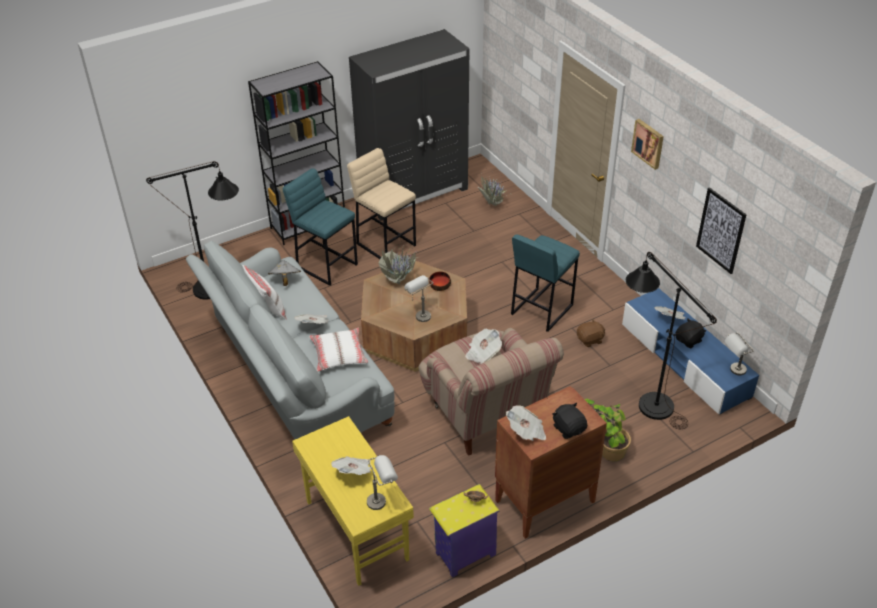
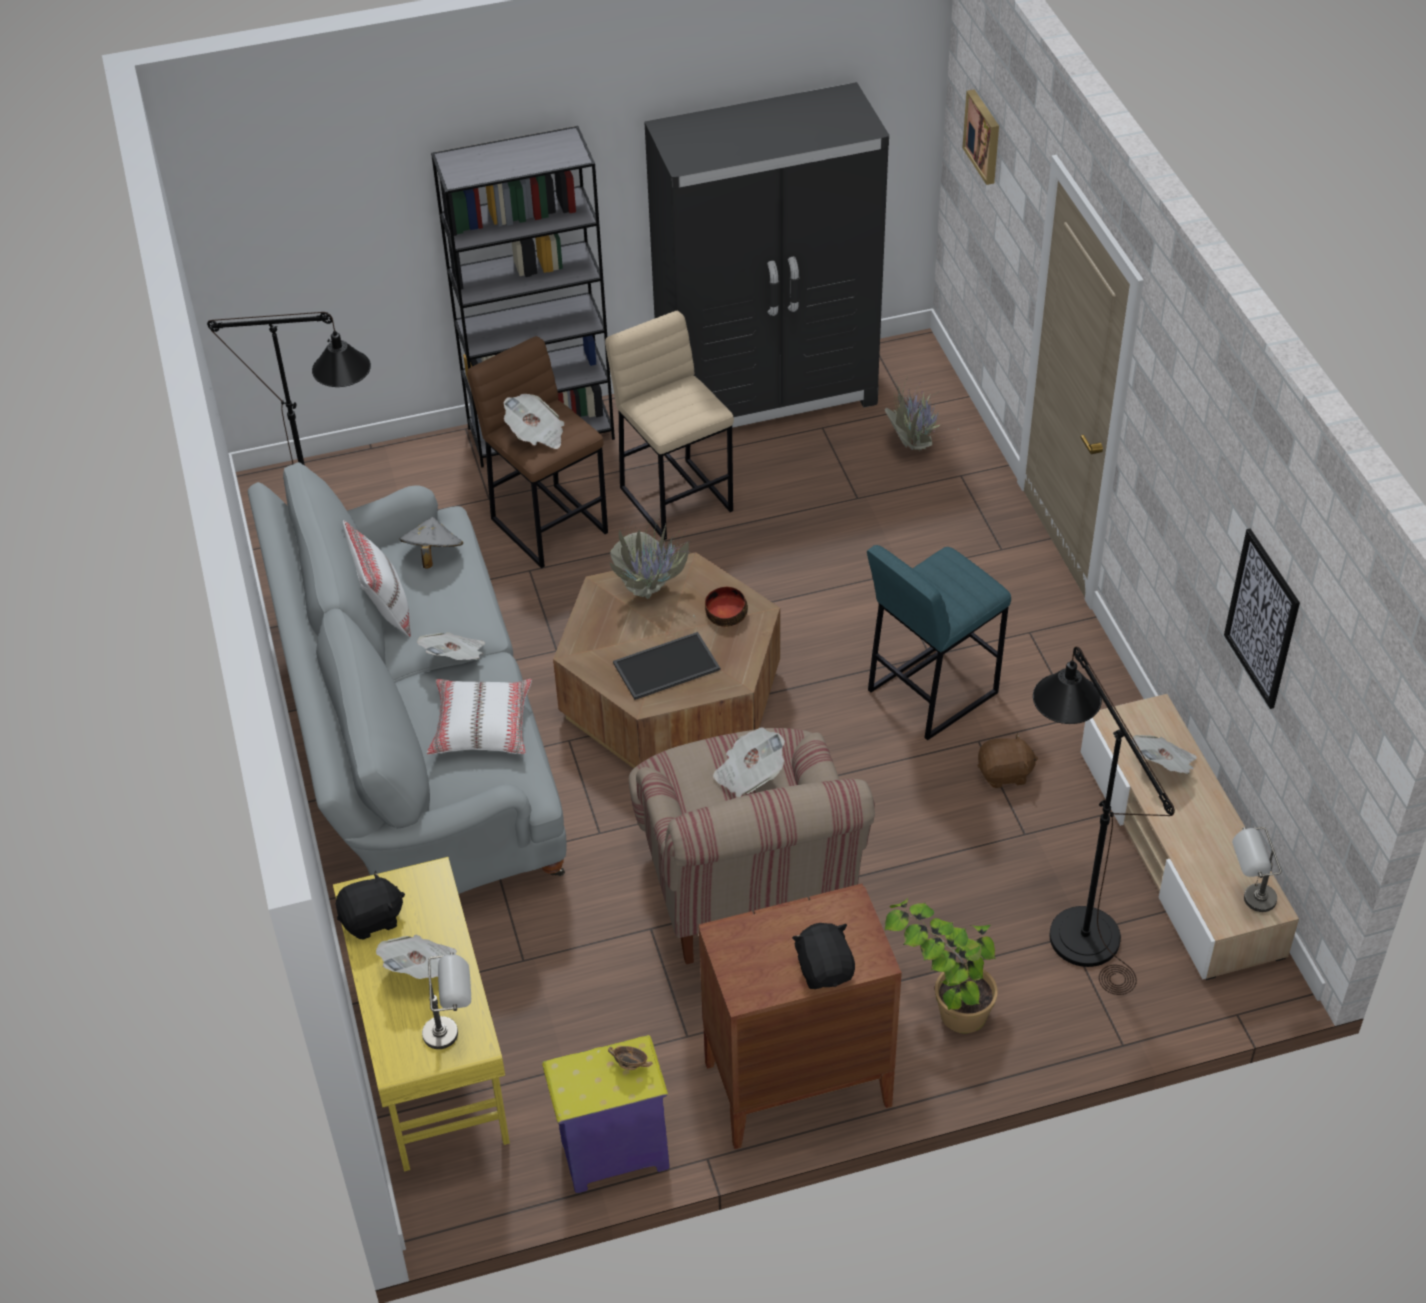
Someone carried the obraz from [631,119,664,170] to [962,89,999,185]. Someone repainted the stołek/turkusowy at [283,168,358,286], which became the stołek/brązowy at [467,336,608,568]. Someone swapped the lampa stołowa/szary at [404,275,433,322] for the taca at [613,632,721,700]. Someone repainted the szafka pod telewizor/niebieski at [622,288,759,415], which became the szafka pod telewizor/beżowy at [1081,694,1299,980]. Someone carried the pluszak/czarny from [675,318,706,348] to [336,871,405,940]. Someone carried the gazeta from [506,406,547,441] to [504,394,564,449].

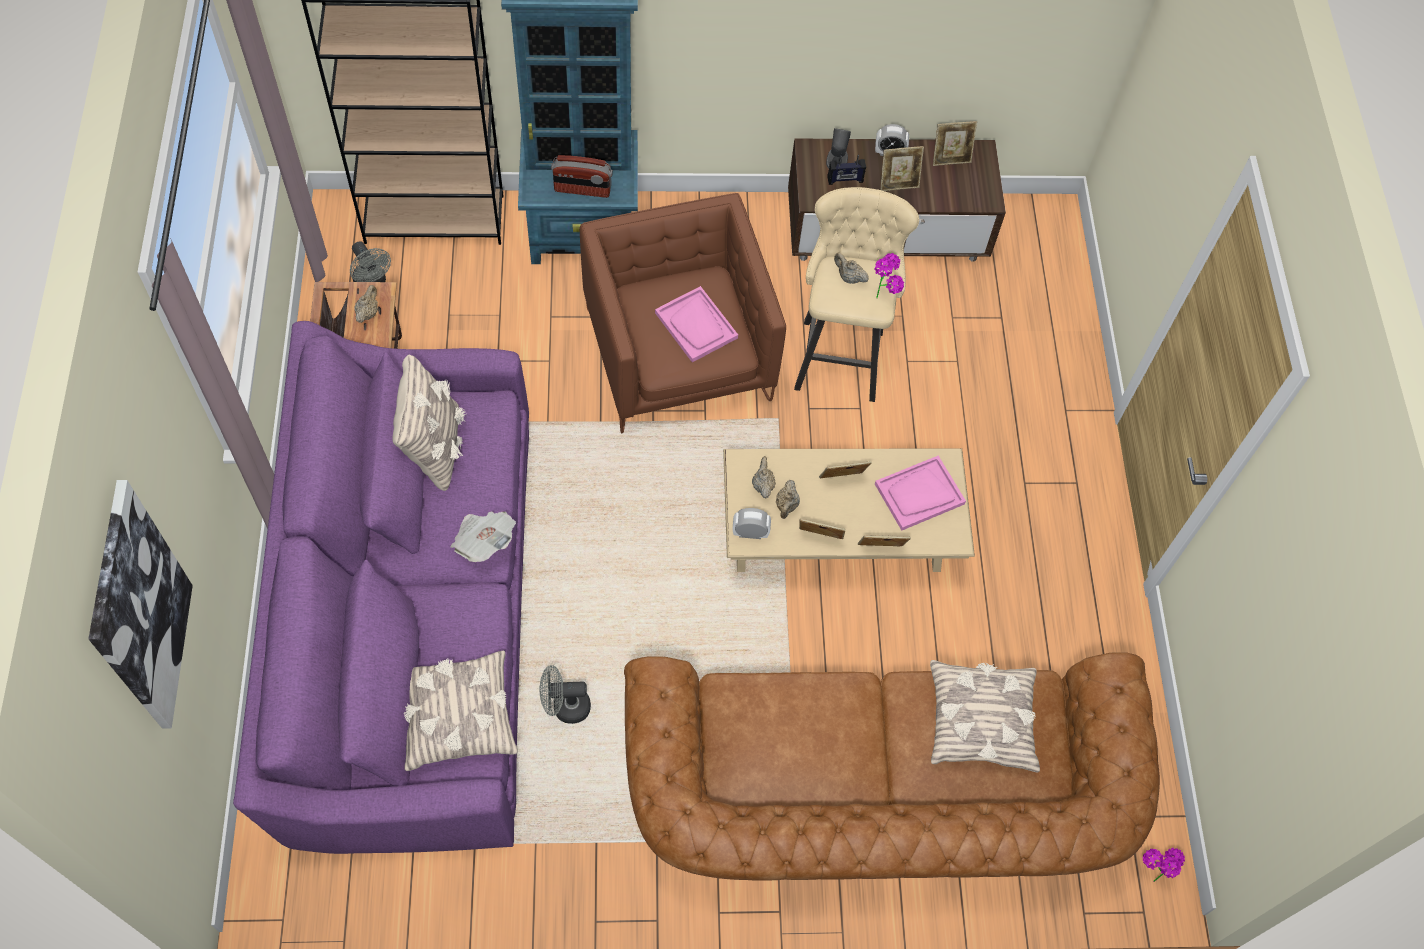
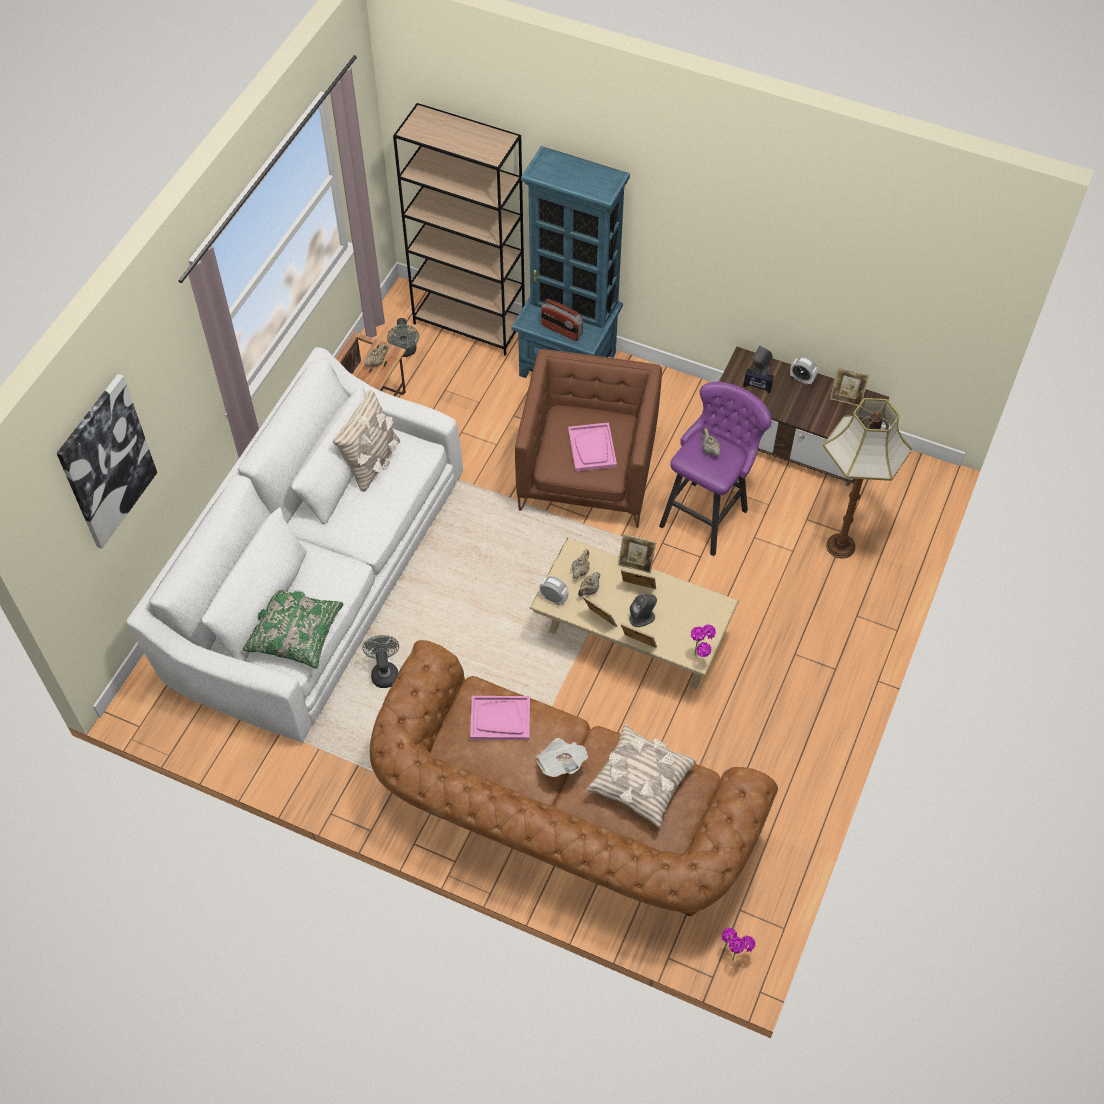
Someone carried the ramka na zdjęcie from [880,146,924,191] to [618,534,656,574]. Someone repainted the stołek/beżowy at [794,187,919,402], which became the stołek/fioletowy at [659,382,772,556]. Someone carried the roślina doniczkowa from [874,253,904,298] to [691,624,716,657]. Someone repainted the kanapa/fioletowy at [233,321,529,854], which became the kanapa/biały at [126,347,463,743]. Someone carried the taca/różowy from [875,456,966,531] to [470,696,530,740]. Someone carried the gazeta from [450,511,516,562] to [535,738,588,777]. Someone repainted the poduszka/beżowy at [404,651,518,771], which became the poduszka/zielony at [243,589,343,669]. Someone rotated the wentylator/szary at [540,665,591,724] by 60 degrees clockwise. Someone put down the lampa stojąca at [823,398,912,559]. Someone put down the głośnik/szary at [629,594,657,627].

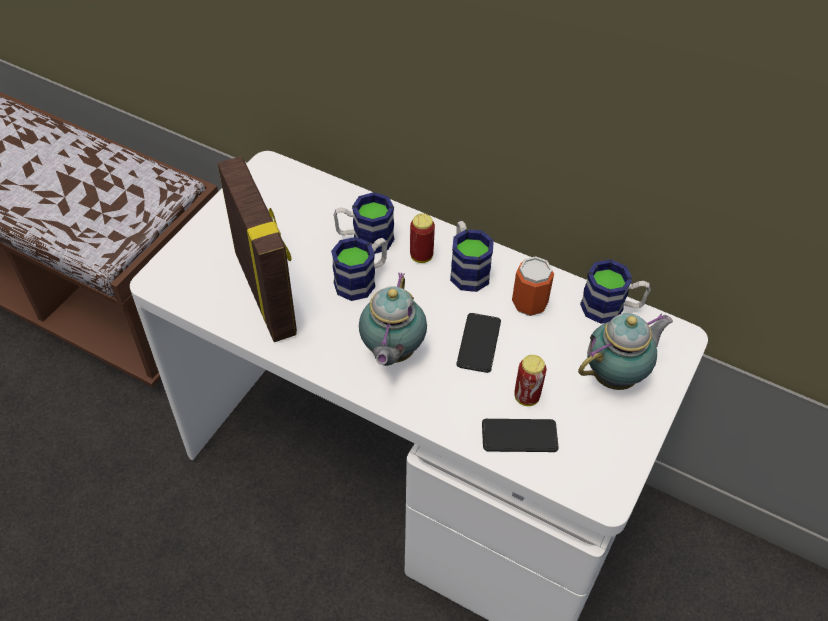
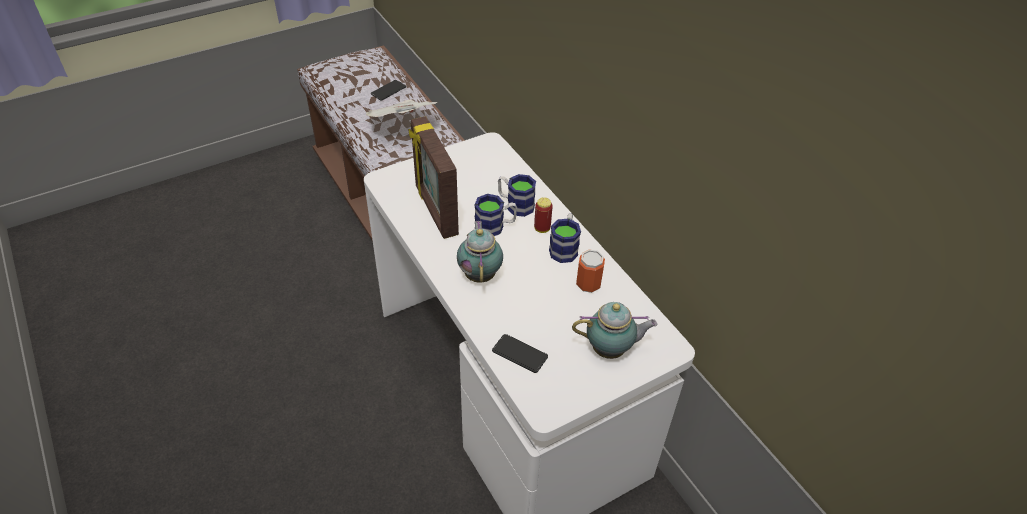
Someone rotated the ramka na zdjęcie at [217,156,297,342] by 150 degrees clockwise. Someone took away the kubek at [580,259,651,324]. Someone rotated the imbryk at [359,272,427,366] by 135 degrees clockwise. Someone carried the telefon from [456,313,501,373] to [371,80,406,100]. Someone took away the puszka at [514,355,546,406]. Someone put down the gazeta at [366,100,437,117].

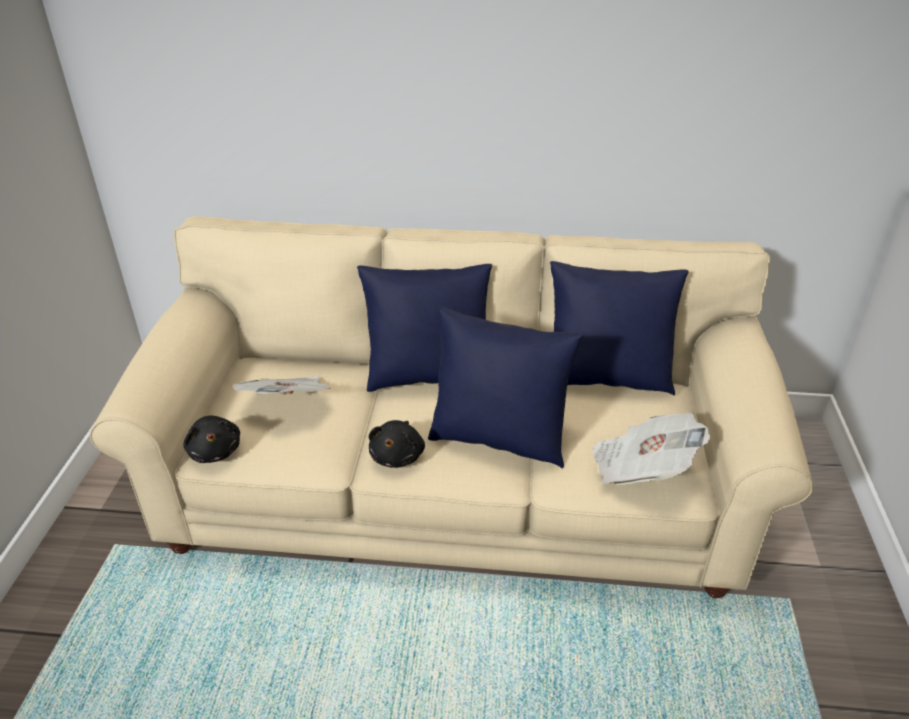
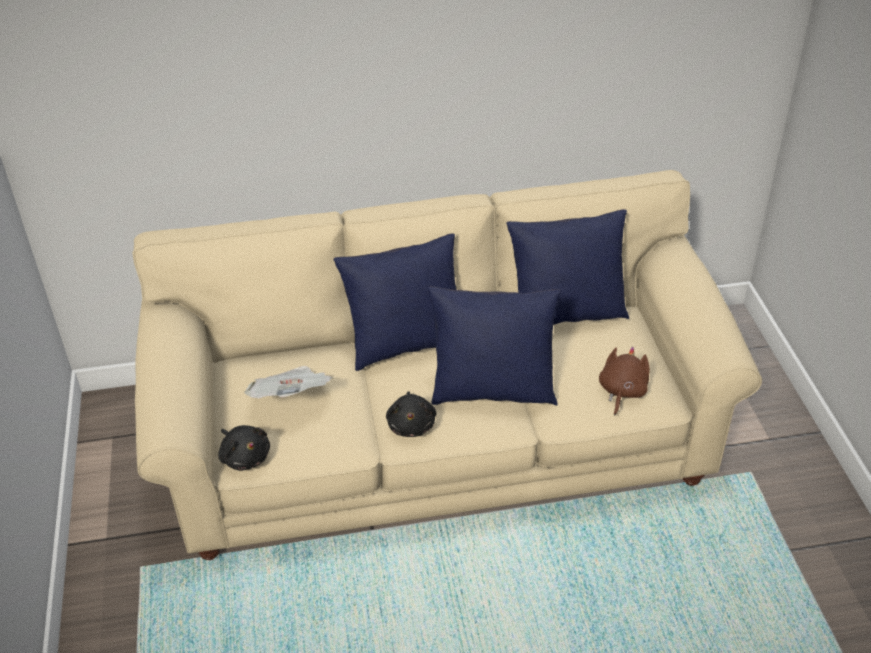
Someone swapped the gazeta at [592,413,710,485] for the pluszak/brązowy at [599,347,650,416].

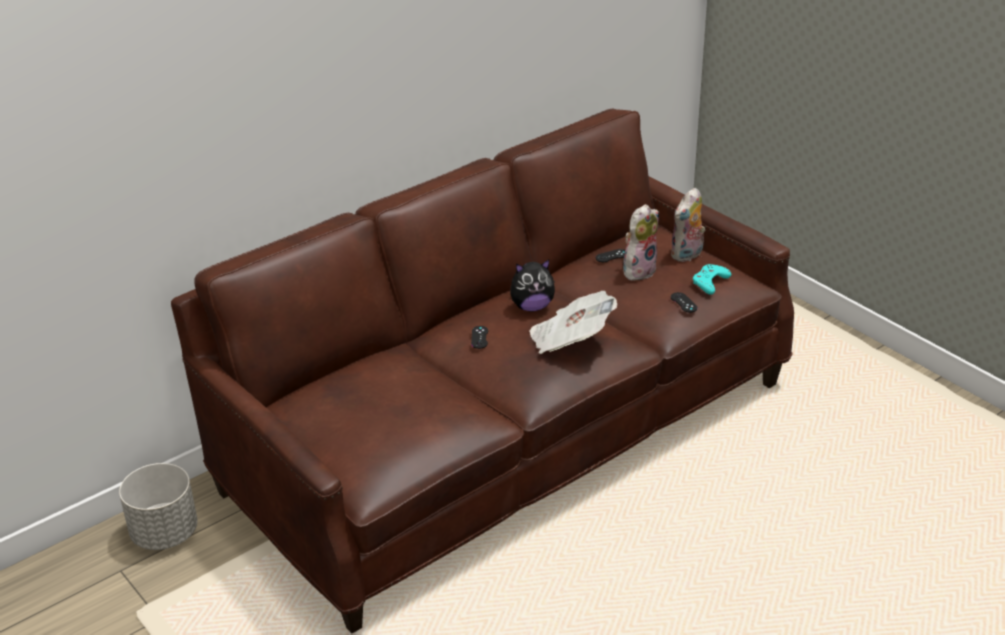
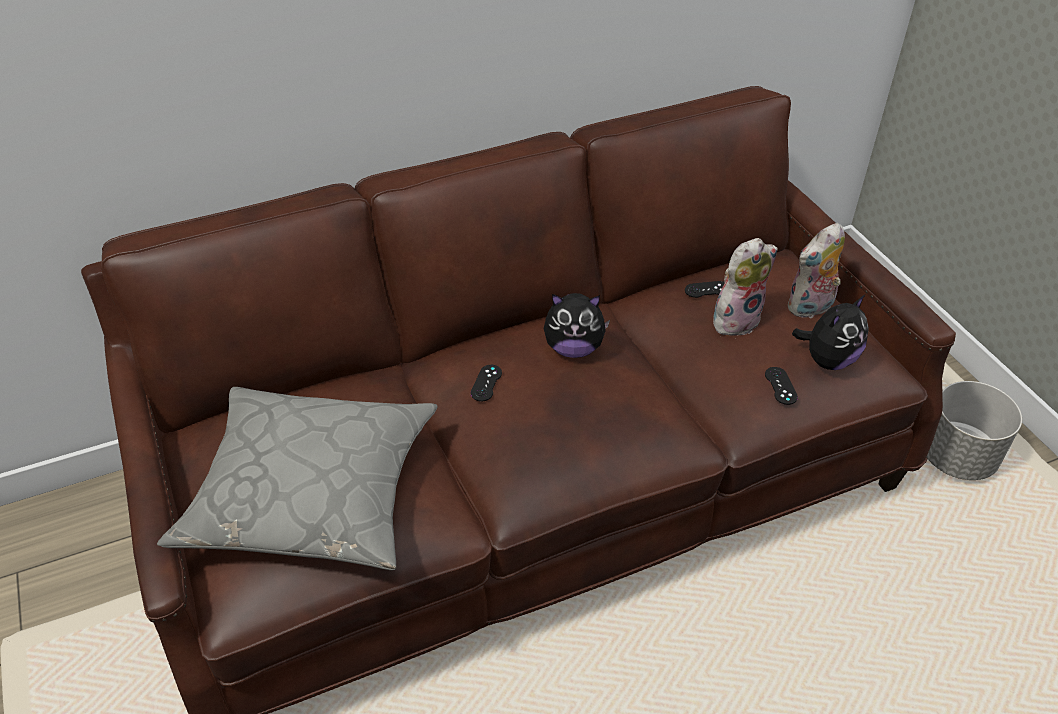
Someone swapped the pad do gier/turkusowy at [693,264,731,295] for the pluszak at [792,295,869,370]. Someone took away the gazeta at [529,291,617,354]. Someone carried the donica/szary from [119,463,198,550] to [927,381,1022,480]. Someone put down the poduszka/szary at [157,387,437,570].

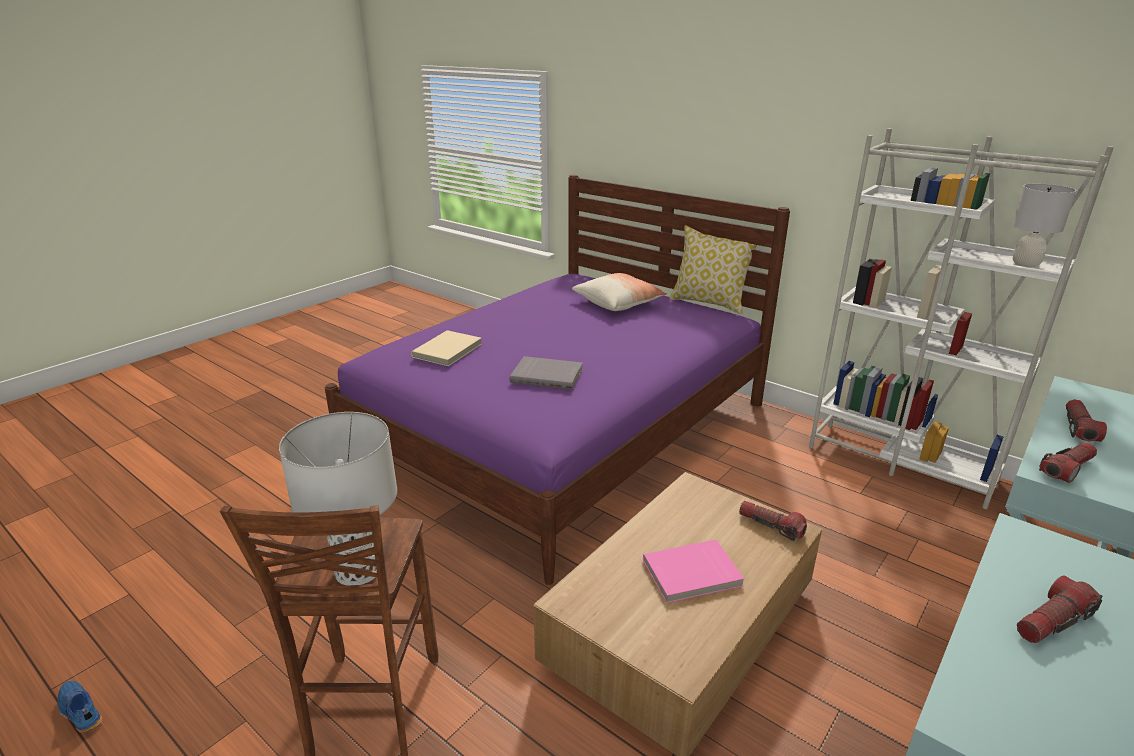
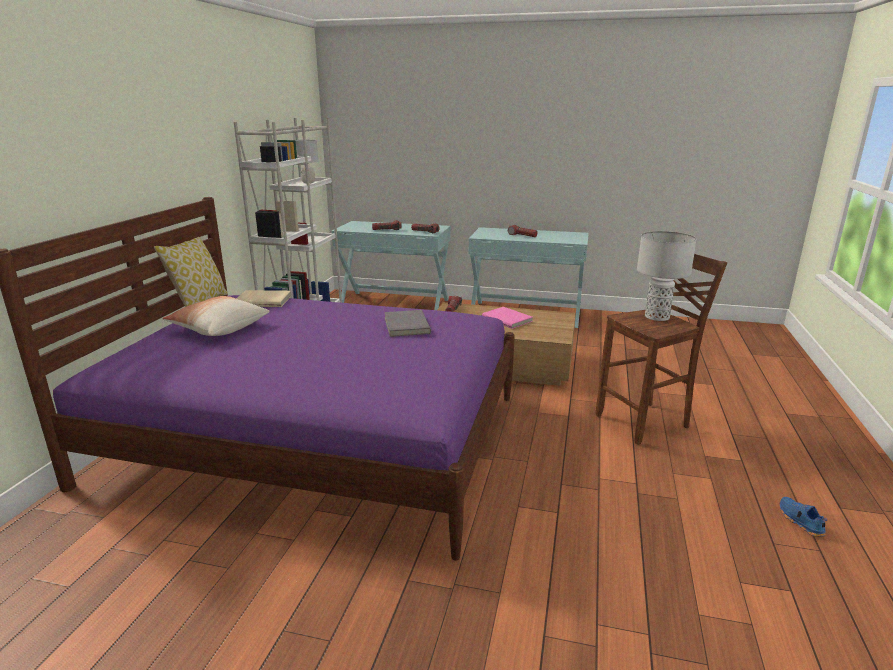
Someone carried the książka/beżowy from [411,330,482,366] to [236,290,291,307]. Someone rotated the but/niebieski at [58,681,103,733] by 150 degrees clockwise.

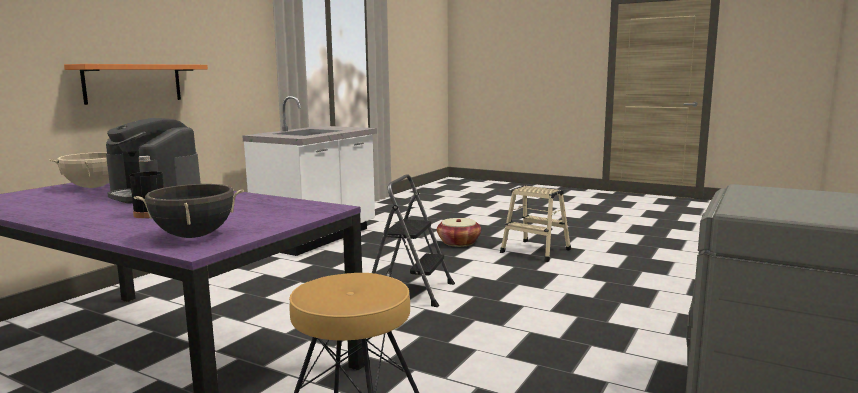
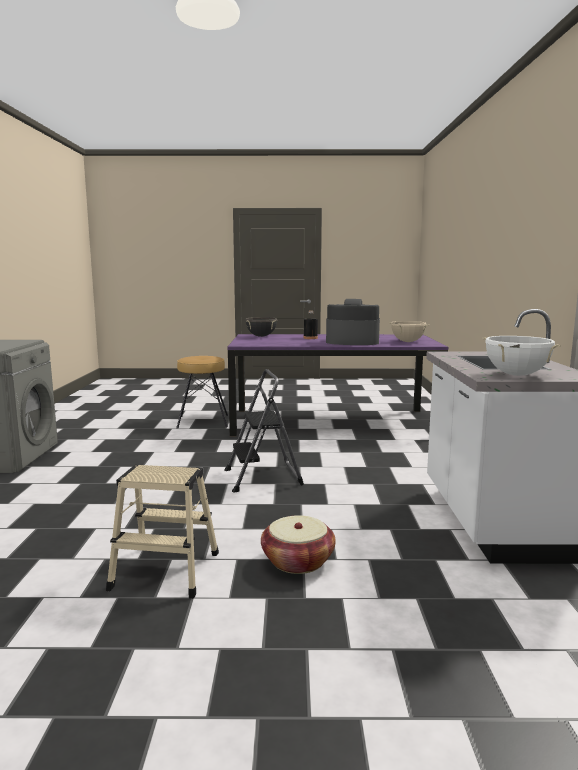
Someone took away the półka/pomarańczowy at [64,64,208,105]. Someone put down the garnek/biały at [483,336,561,376].

